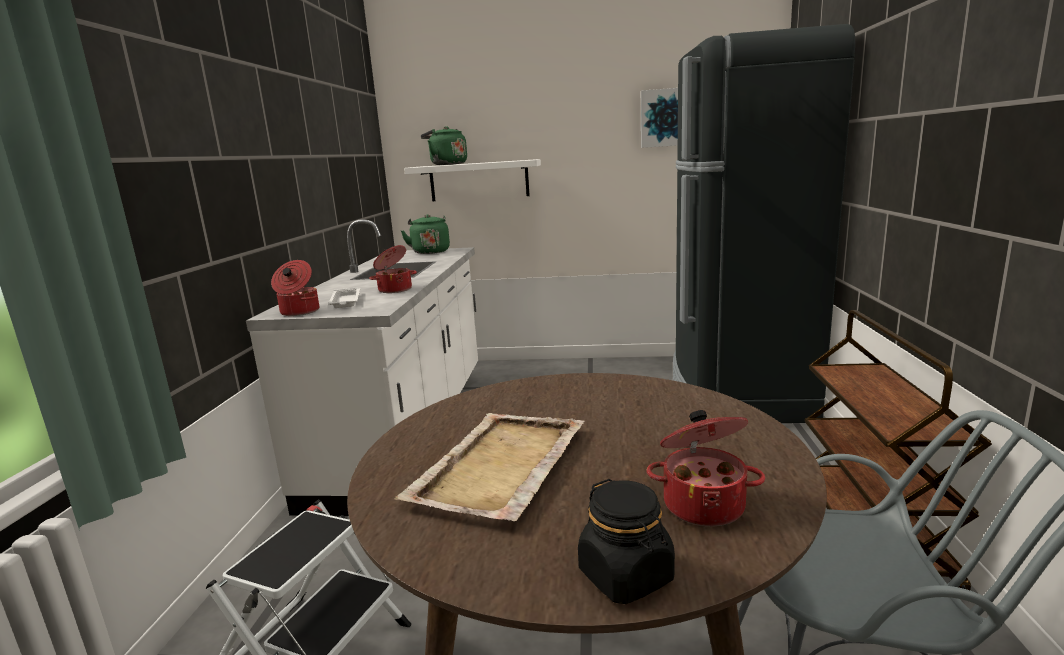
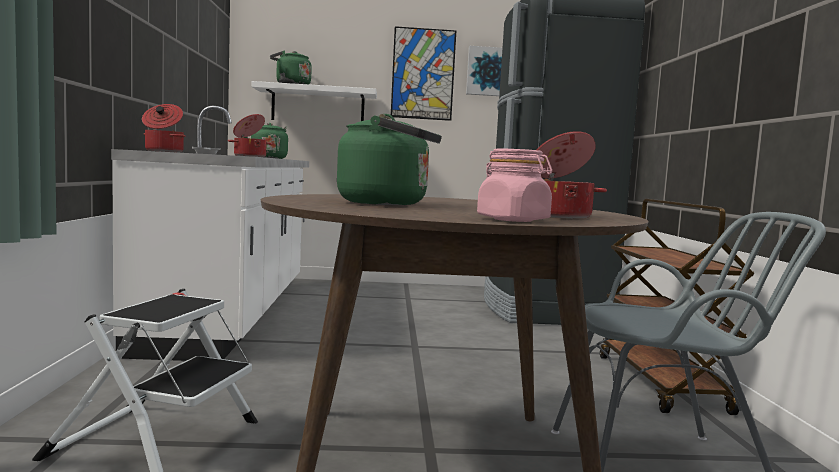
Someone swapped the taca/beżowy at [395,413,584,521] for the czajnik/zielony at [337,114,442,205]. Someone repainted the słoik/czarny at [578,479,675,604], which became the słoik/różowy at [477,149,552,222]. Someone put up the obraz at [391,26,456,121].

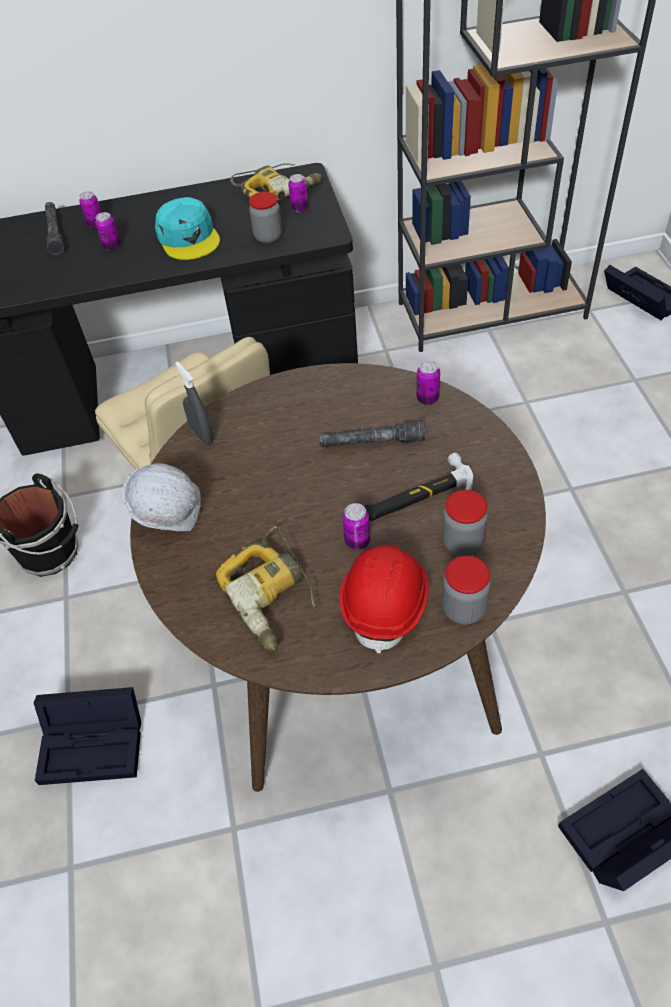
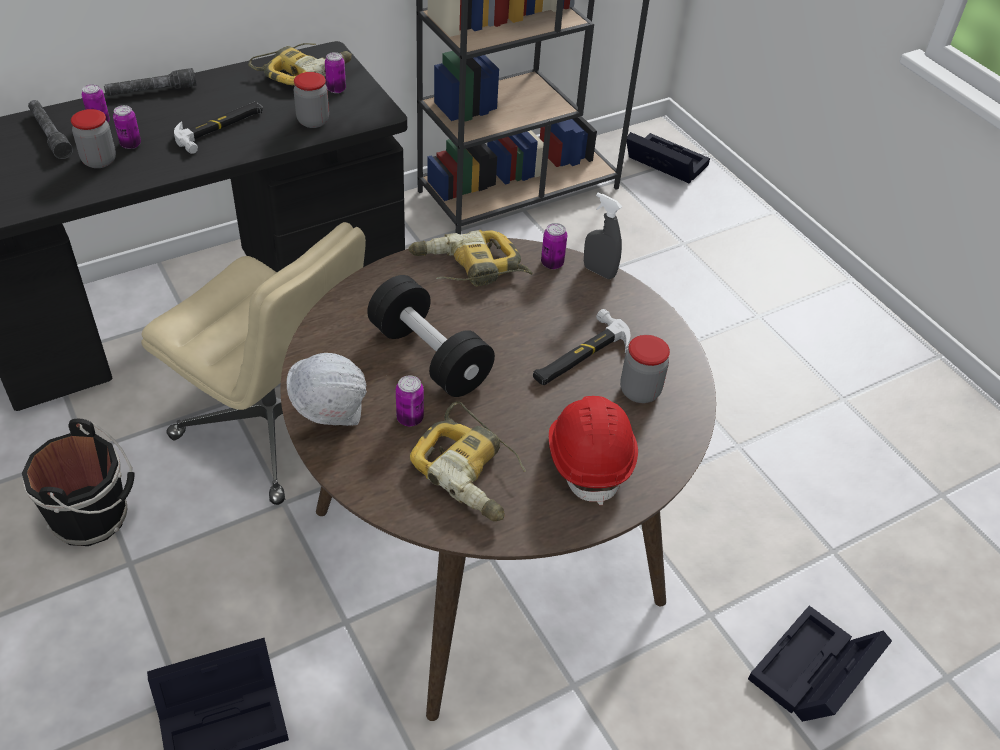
Someone swapped the czapka z daszkiem/turkusowy at [155,197,220,260] for the młotek at [174,102,263,154]. Someone carried the spryskiwacz/szary from [175,361,214,445] to [584,193,622,279]. Someone carried the latarka/szary from [319,420,425,447] to [104,68,197,96]. Someone carried the puszka from [342,503,370,550] to [396,375,424,426]. Someone carried the słoik from [442,556,491,625] to [71,109,116,168]. Someone put down the wiertarka at [408,230,533,287]. Someone put down the hantel/czarny at [367,275,495,397].

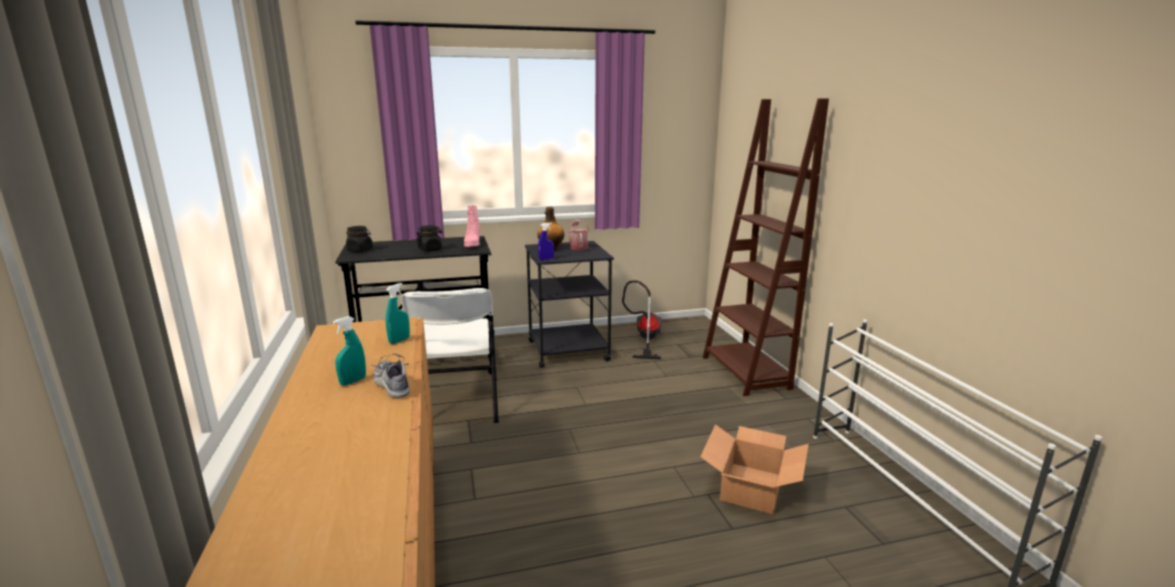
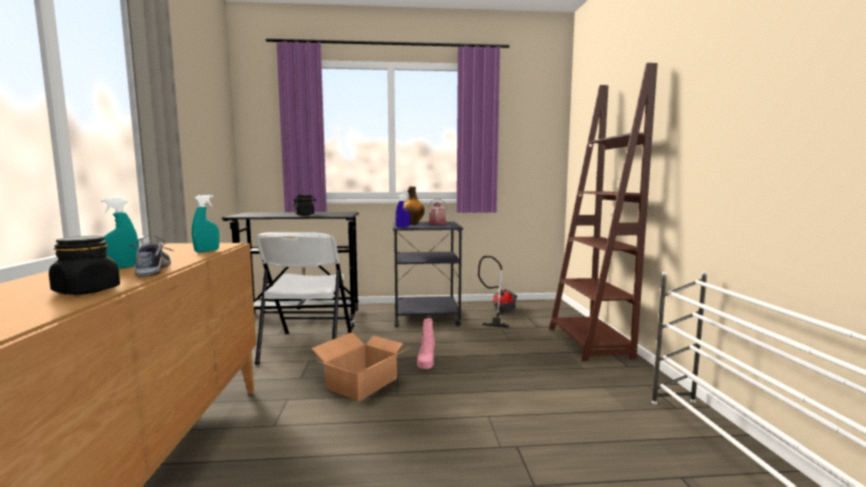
Someone carried the but z cholewką/różowy from [464,205,480,247] to [417,318,435,369]. Someone carried the słoik/czarny from [346,226,373,252] to [49,236,120,295]. Someone carried the karton from [700,424,809,515] to [311,332,408,401].

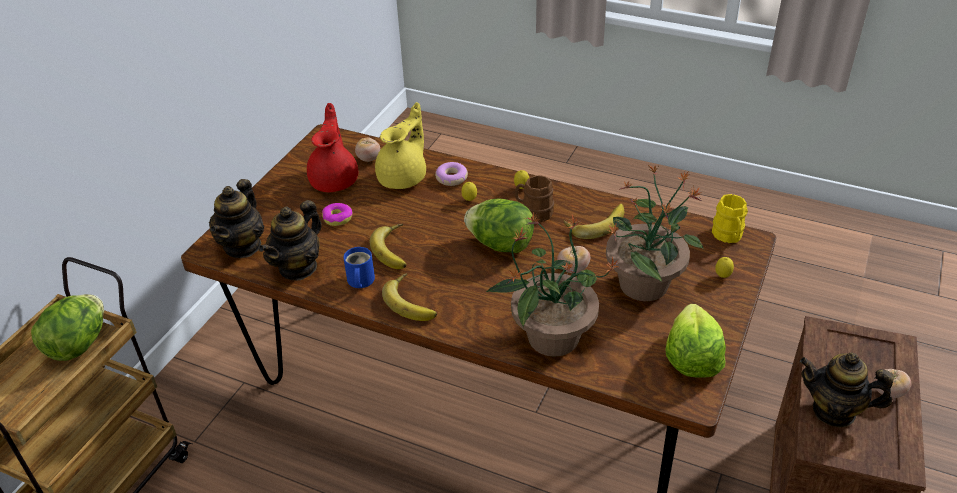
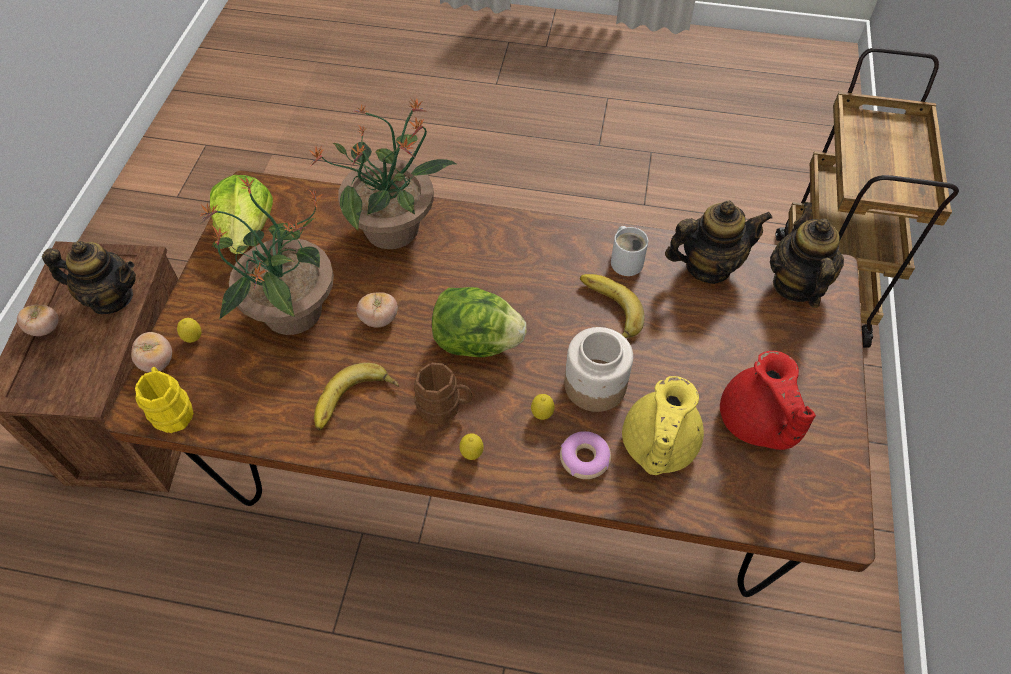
Someone carried the pomidor from [355,138,380,162] to [131,332,172,373]. Someone rotated the imbryk at [259,200,322,281] by 60 degrees clockwise. Someone took away the donut at [322,203,352,226]. Someone repainted the kubek/niebieski at [343,247,375,288], which became the kubek/biały at [611,226,648,276]. Someone took away the banan at [382,273,437,321]. Someone took away the sałata at [31,294,104,361]. Someone put down the słoik at [564,327,633,412].

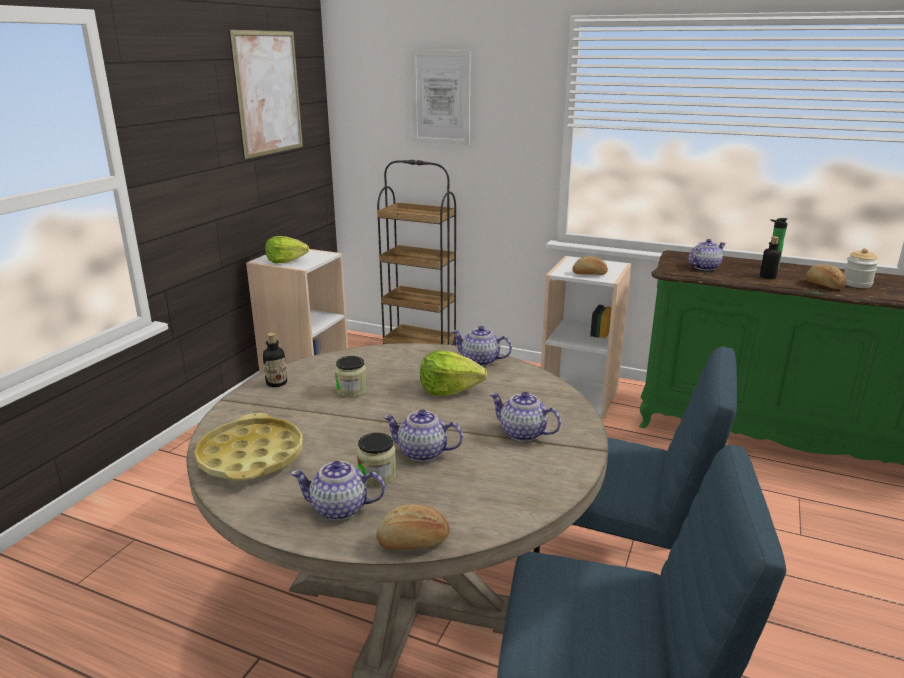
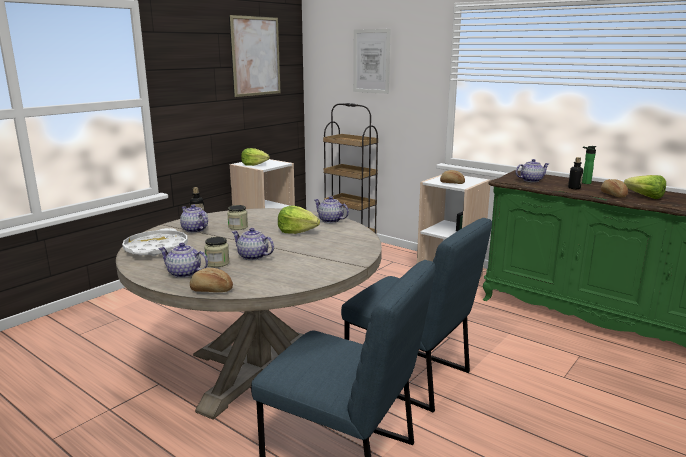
Someone swapped the słoik at [844,248,879,288] for the sałata at [624,175,666,199]. Someone carried the imbryk from [489,392,561,442] to [180,205,208,233]. Someone repainted the taca/żółty at [194,413,303,481], which became the taca/biały at [122,228,188,256].

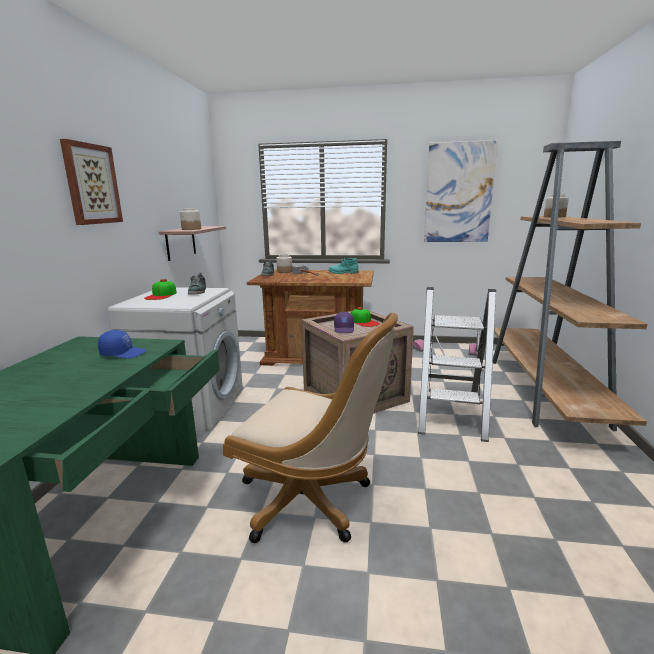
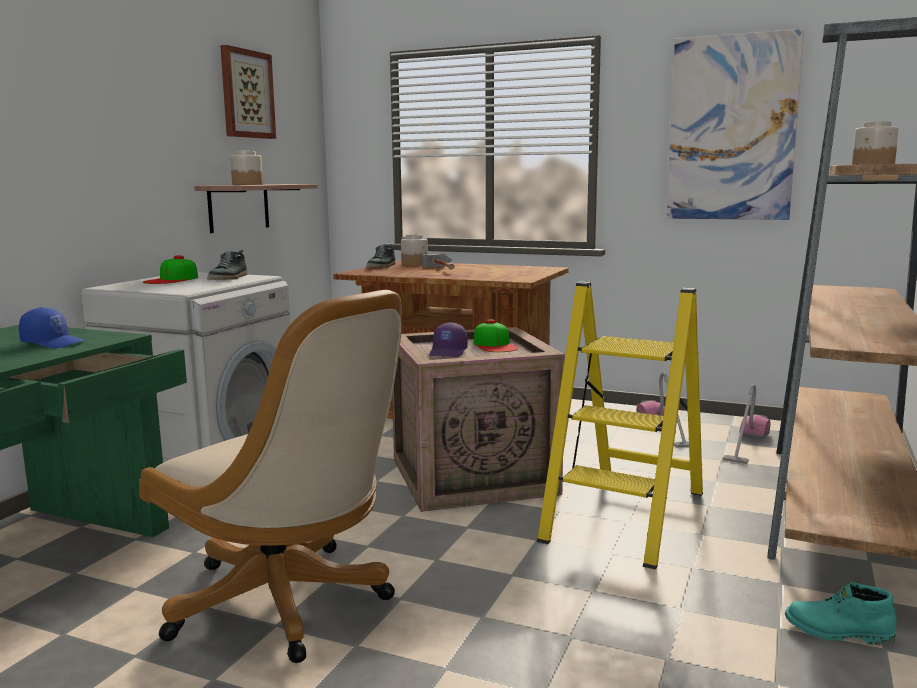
Someone carried the obraz from [60,139,123,225] to [220,45,276,139]. Someone carried the but z cholewką/turkusowy from [328,258,358,274] to [785,582,897,645]. Someone repainted the drabinka/szary at [418,287,496,442], which became the drabinka/żółty at [537,282,703,569].

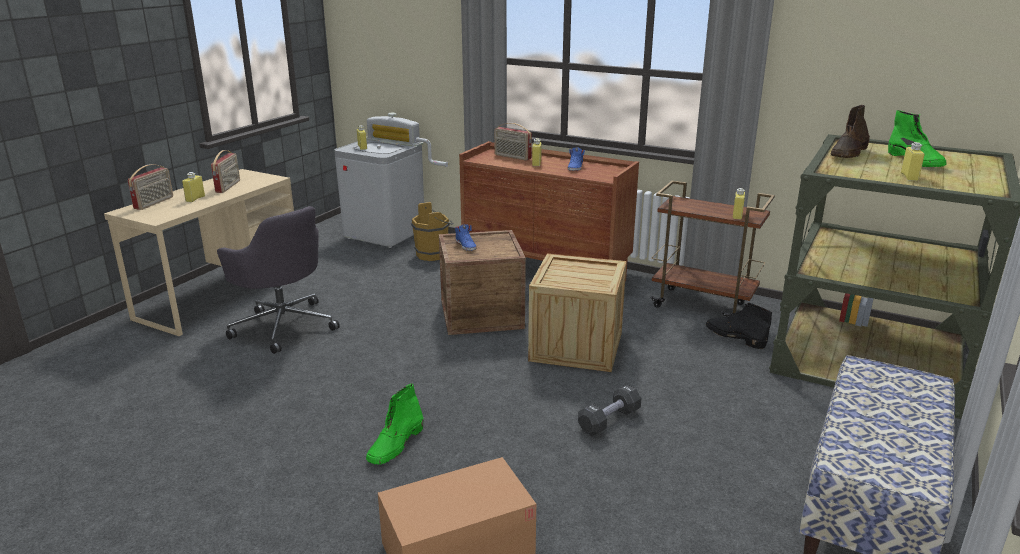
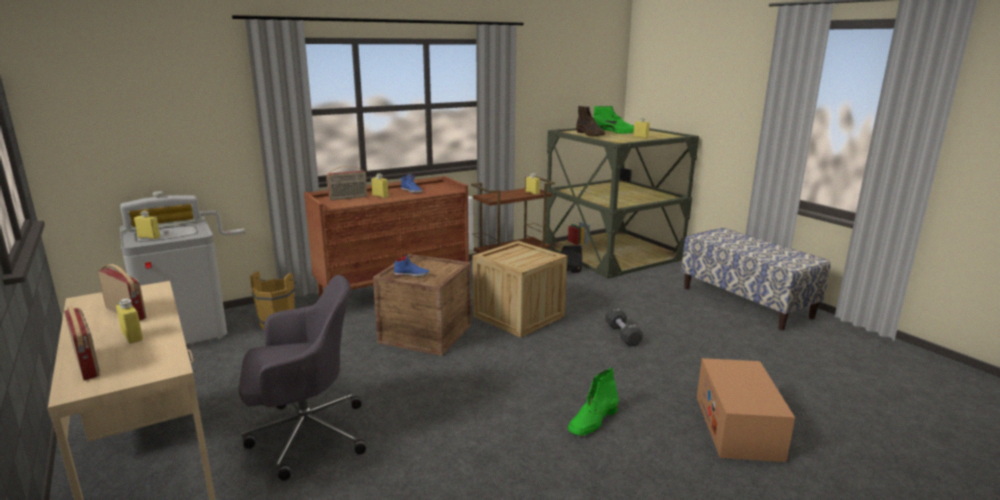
Someone rotated the but z cholewką/zielony at [366,383,424,465] by 75 degrees clockwise.

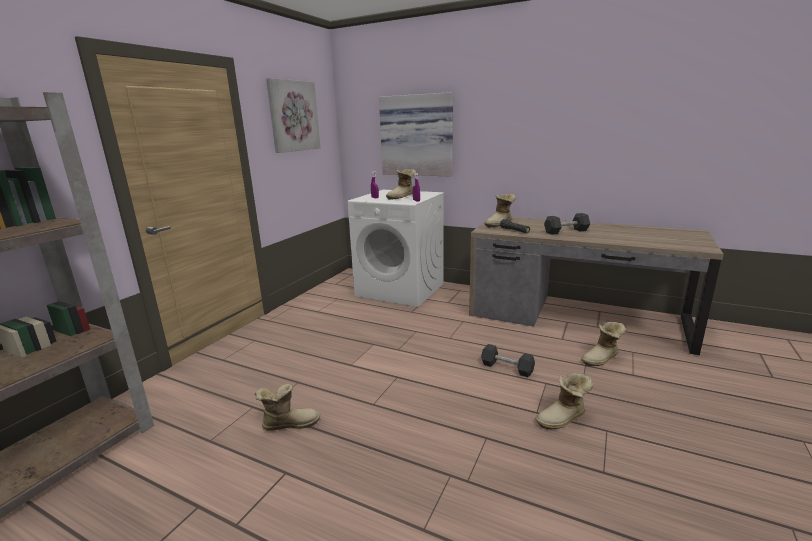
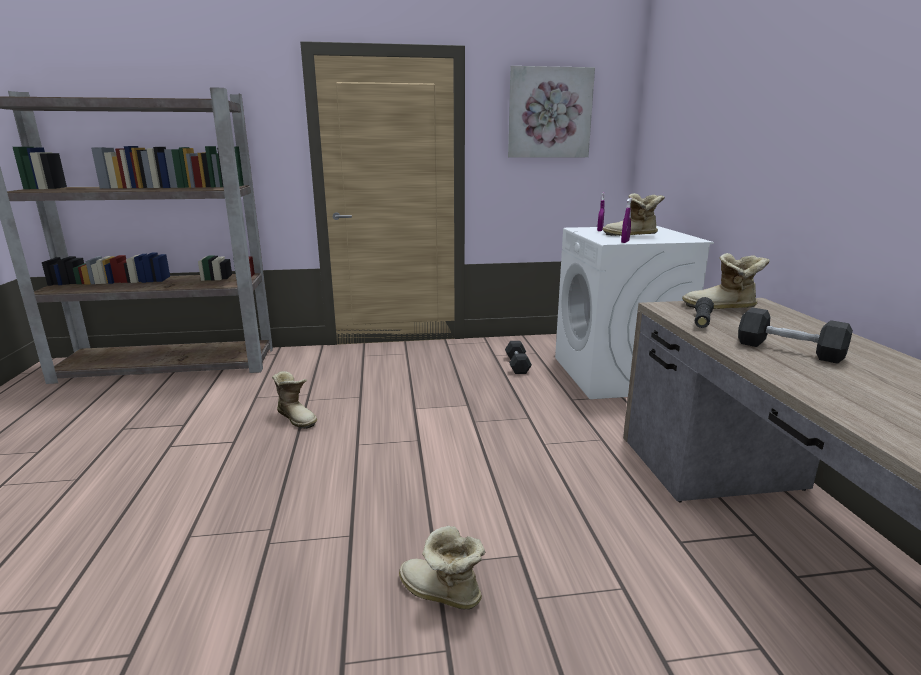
Someone took away the obraz at [379,92,453,176]. Someone took away the but z cholewką at [581,321,626,366]. Someone carried the hantel/czarny from [481,344,535,377] to [505,341,532,374].

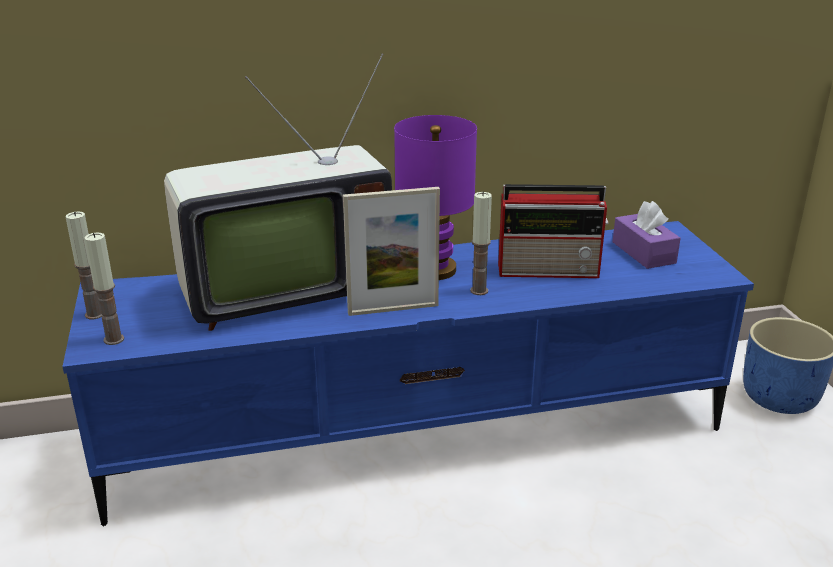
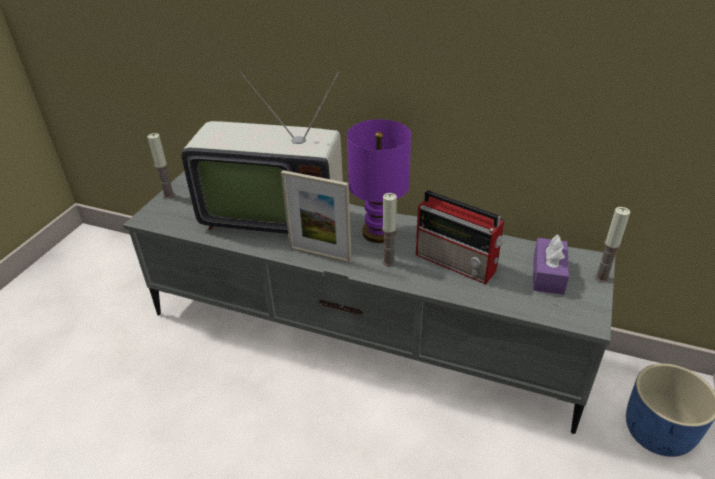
Someone repainted the szafka pod telewizor/niebieski at [62,221,754,527], which became the szafka pod telewizor/szary at [123,171,615,434]. Someone carried the świeca from [84,232,124,345] to [595,207,630,283].

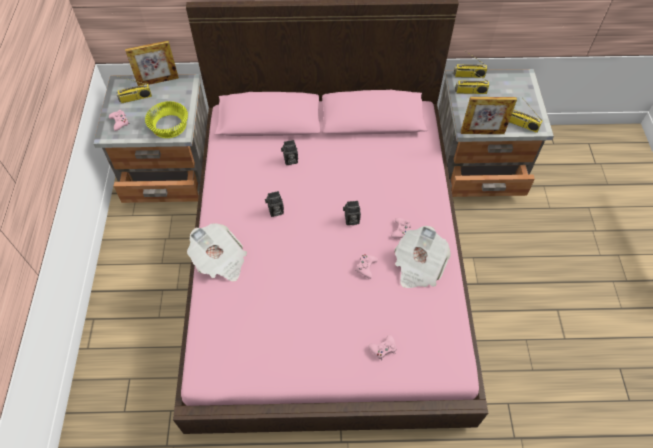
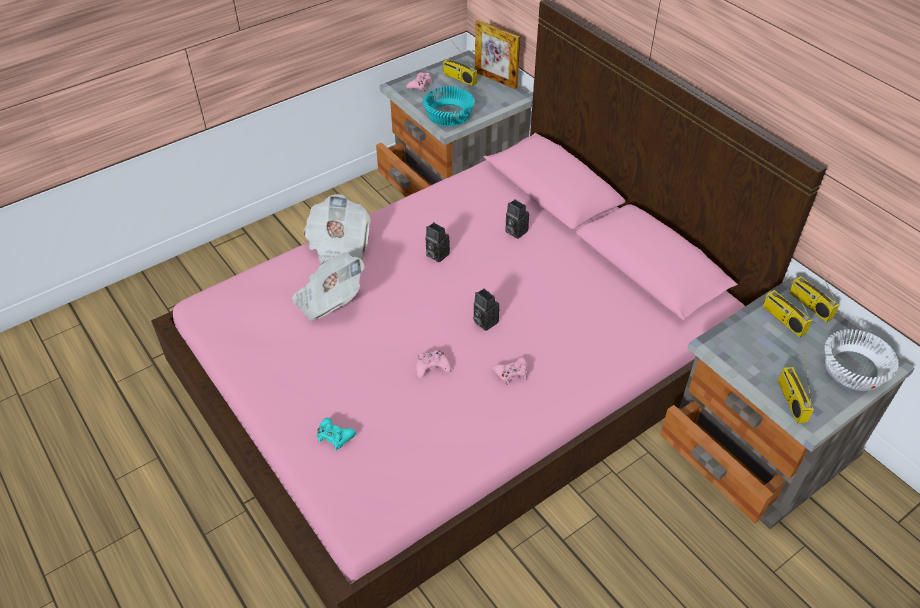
Someone took away the ramka na zdjęcie at [461,97,517,134]. Someone repainted the miska/żółty at [145,101,188,138], which became the miska/turkusowy at [423,86,475,127]. Someone carried the gazeta from [395,226,451,288] to [292,252,365,322]. Someone repainted the pad do gier/różowy at [368,335,397,360], which became the pad do gier/turkusowy at [317,417,356,450]. Someone put down the miska/biały at [825,329,899,391].

